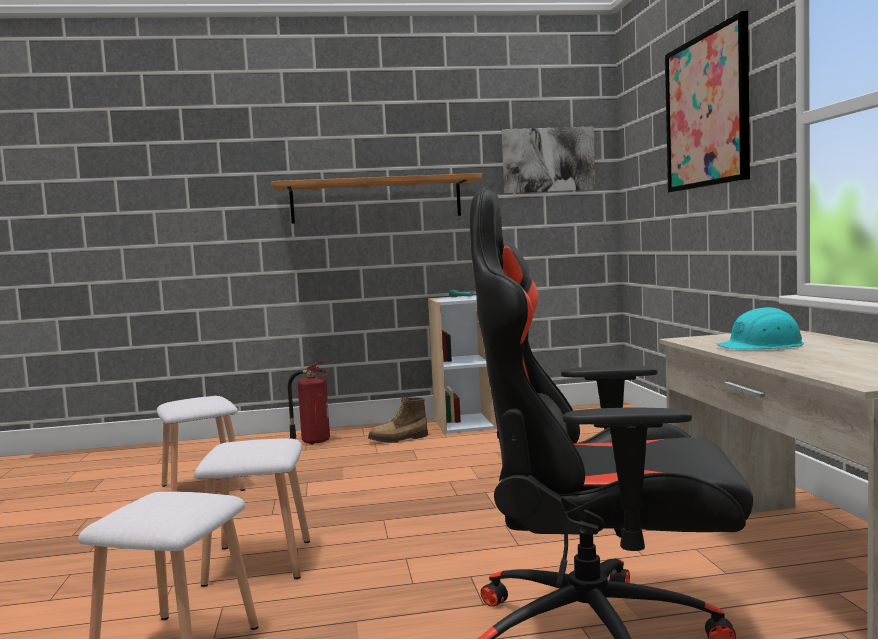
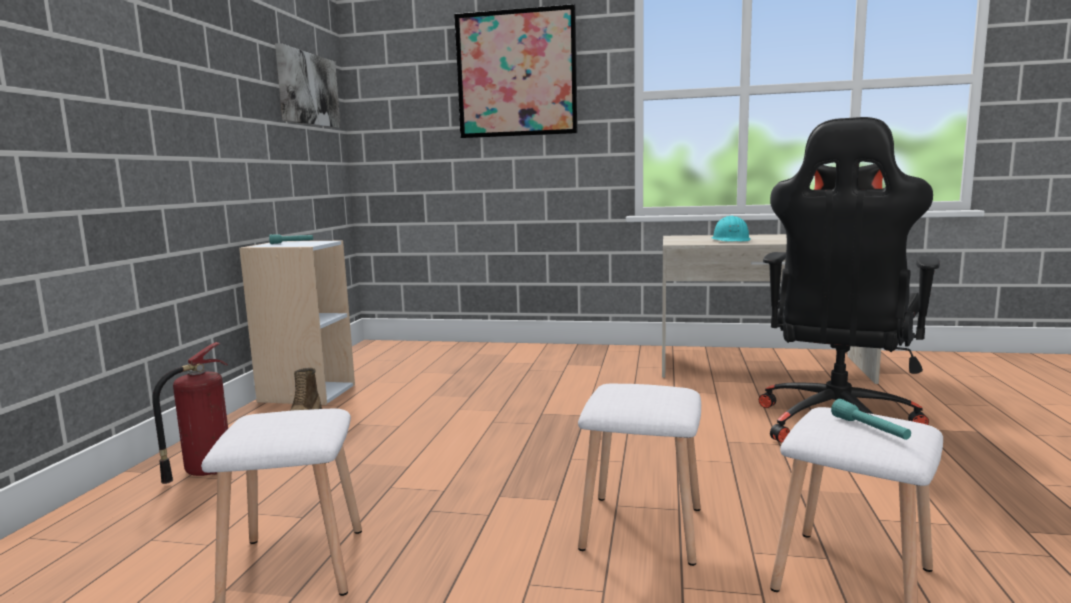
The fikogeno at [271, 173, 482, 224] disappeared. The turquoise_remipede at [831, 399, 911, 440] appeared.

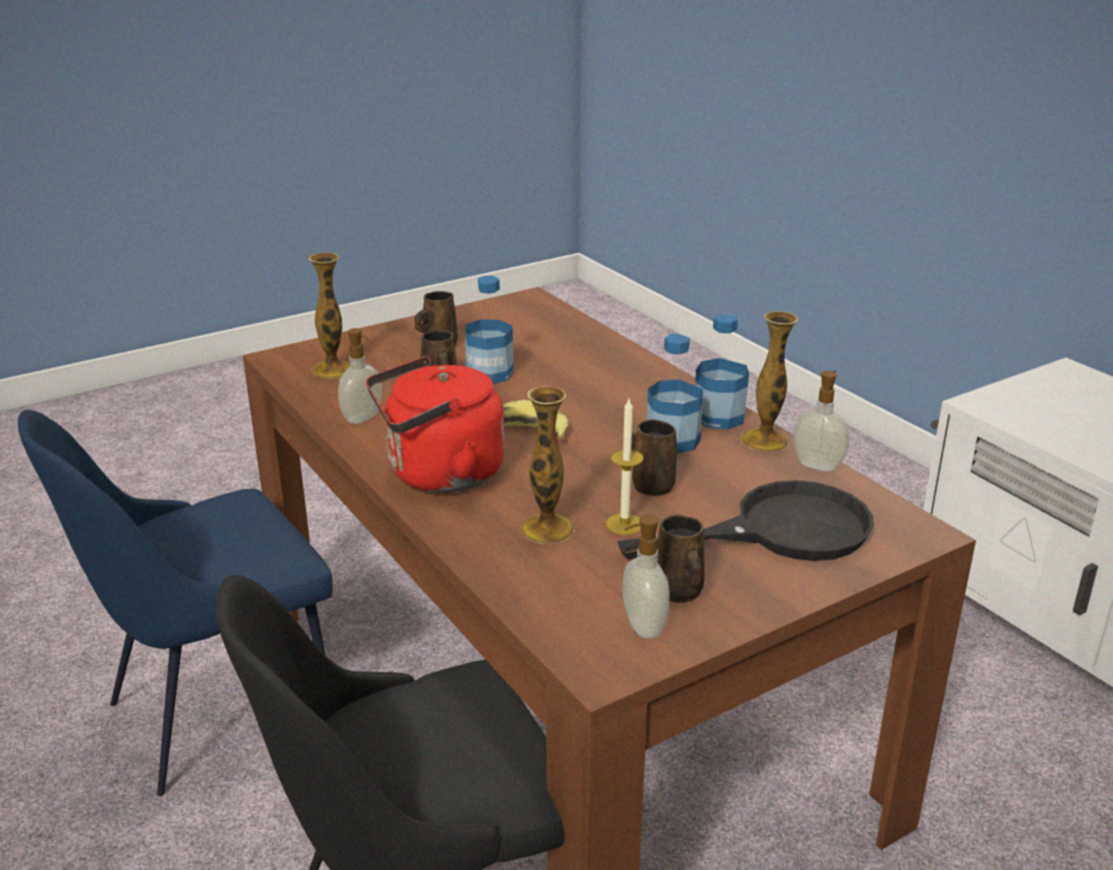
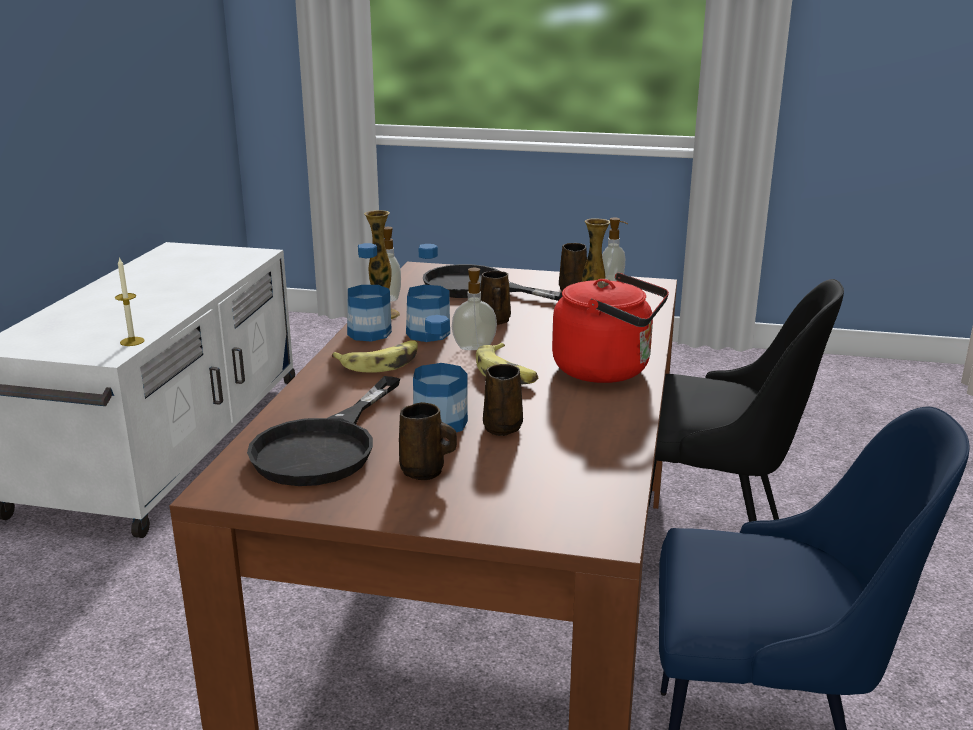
The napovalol at [309, 252, 350, 379] disappeared. The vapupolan moved from [338, 328, 382, 424] to [452, 268, 497, 350]. The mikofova moved from [606, 399, 644, 535] to [115, 257, 145, 346]. The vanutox at [332, 340, 418, 373] appeared. The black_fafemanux at [247, 376, 400, 486] appeared.

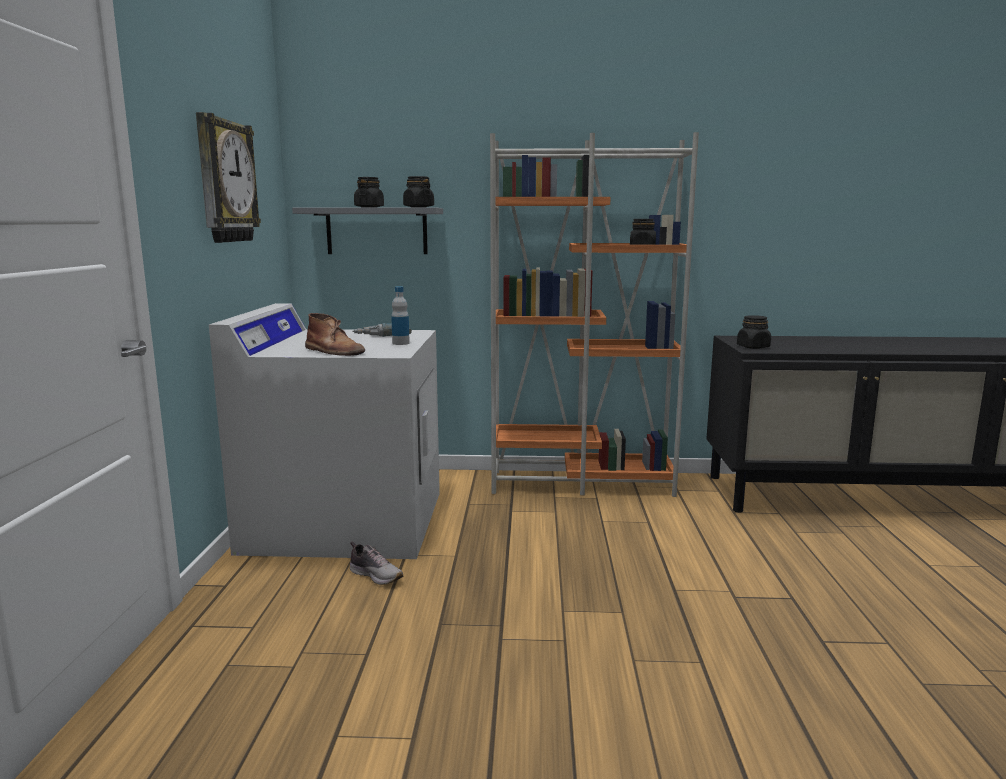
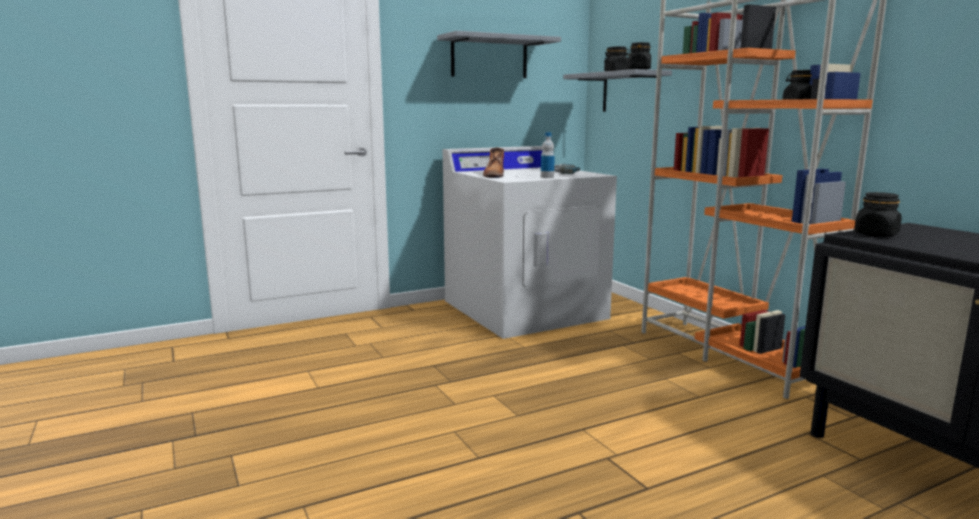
The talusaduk at [196, 112, 261, 243] was replaced by the grey_fikogeno at [437, 31, 561, 78]. The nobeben at [350, 541, 403, 585] disappeared.

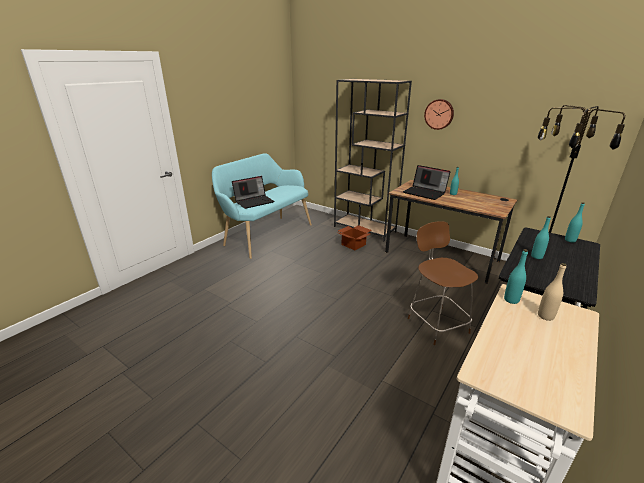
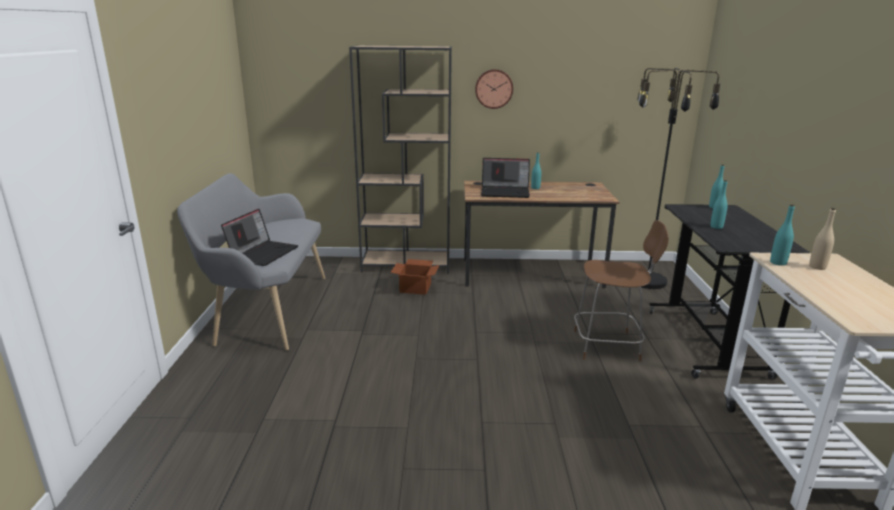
The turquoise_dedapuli at [212, 153, 312, 259] became the grey_dedapuli at [177, 173, 325, 351]. The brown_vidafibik at [408, 221, 479, 345] turned 150 degrees clockwise.

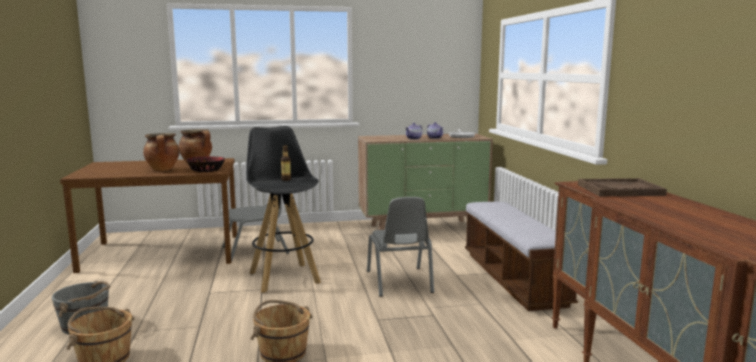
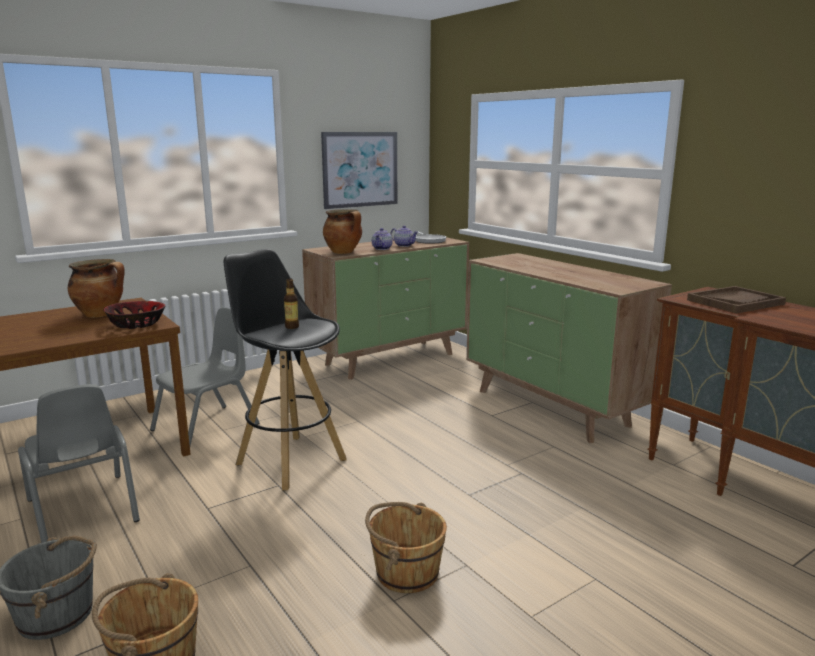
The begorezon moved from [143, 133, 179, 171] to [323, 209, 362, 254]. The grey_vidafibik moved from [367, 197, 434, 297] to [18, 384, 140, 543]. The dedapuli at [465, 202, 578, 311] was replaced by the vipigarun at [466, 253, 672, 443]. The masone at [321, 132, 397, 209] appeared.

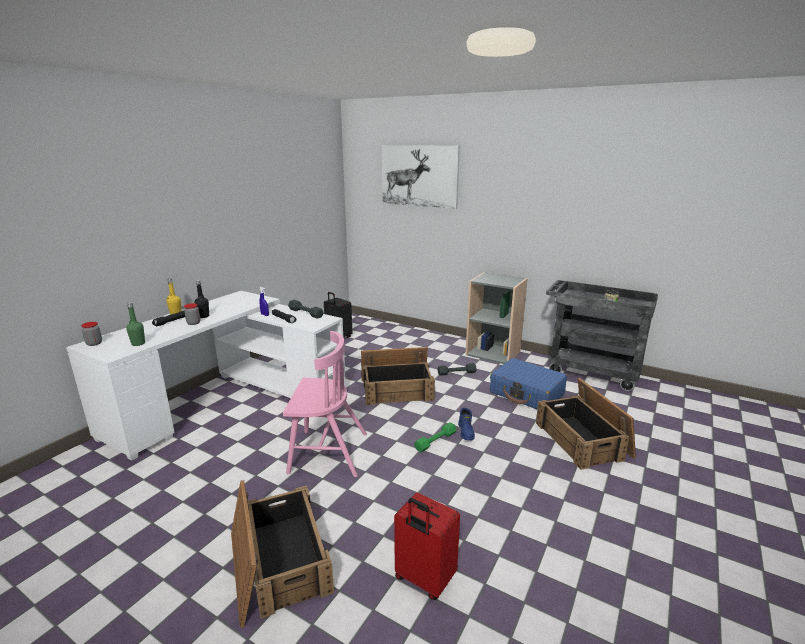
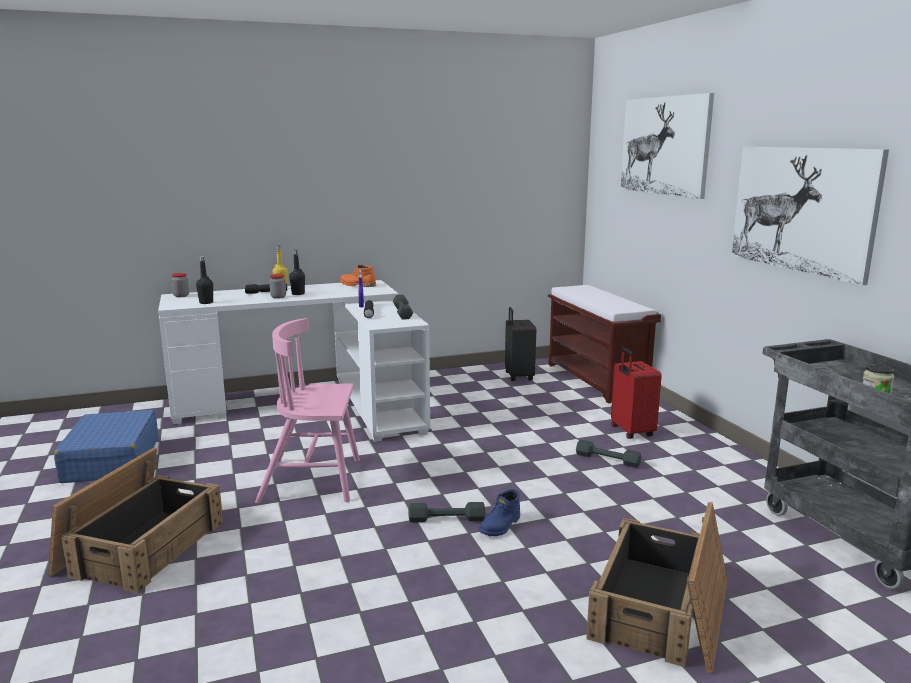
The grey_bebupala at [465, 272, 528, 364] disappeared. The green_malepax at [126, 302, 145, 346] became the black_malepax at [196, 256, 213, 304]. The pink_vidafibik at [283, 331, 367, 477] turned 135 degrees clockwise. The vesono at [361, 347, 435, 405] disappeared. The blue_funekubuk moved from [490, 358, 567, 409] to [54, 410, 158, 483]. The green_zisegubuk at [414, 422, 457, 452] became the grey_zisegubuk at [408, 502, 485, 522]. The red_funekubuk moved from [394, 493, 460, 600] to [611, 348, 662, 439]. The masone at [731, 147, 889, 285] appeared. The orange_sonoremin at [340, 265, 376, 287] appeared. The brown_dedapuli at [548, 285, 661, 403] appeared.

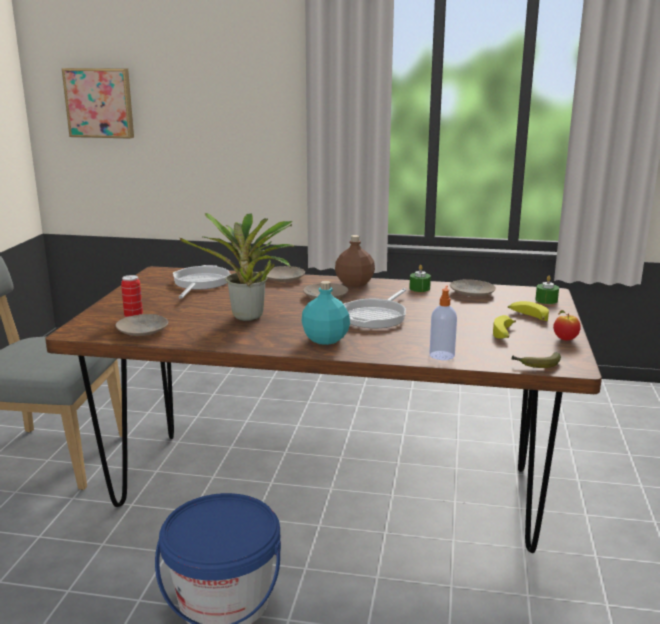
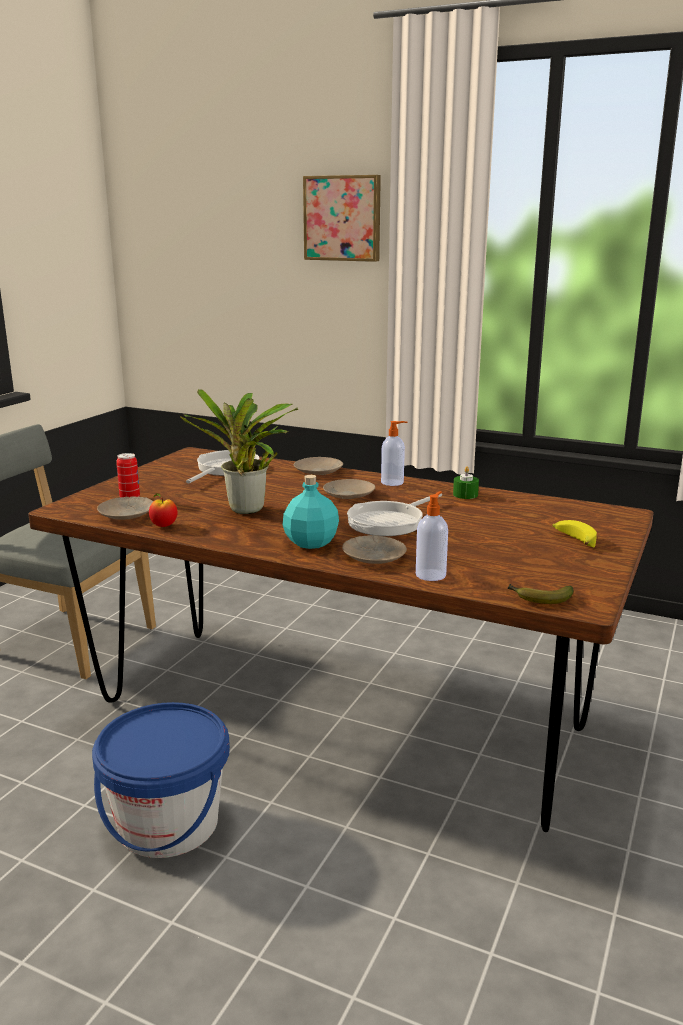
The masone moved from [62, 68, 134, 139] to [303, 175, 381, 262]. The brown_malepax at [335, 235, 375, 287] was replaced by the vapupolan at [381, 421, 407, 486]. The green_mikofova at [535, 276, 559, 304] disappeared. The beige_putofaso moved from [450, 279, 496, 297] to [342, 535, 407, 564]. The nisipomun moved from [553, 310, 581, 340] to [149, 493, 177, 527]. The vanutox at [493, 315, 516, 339] disappeared.

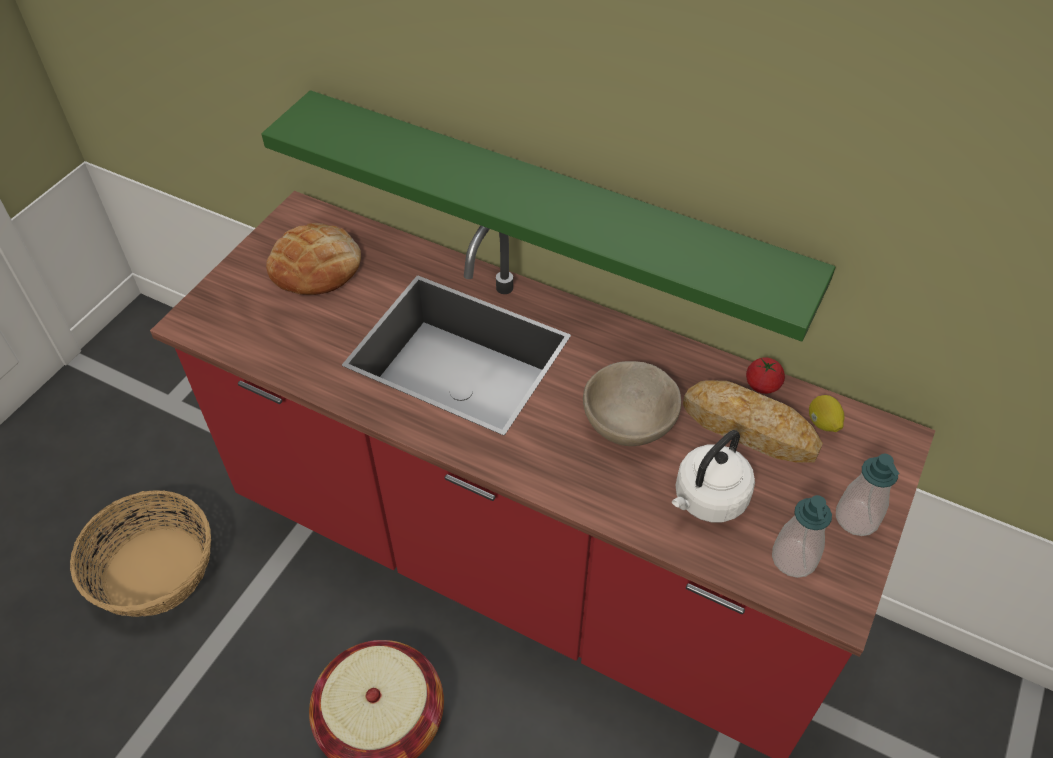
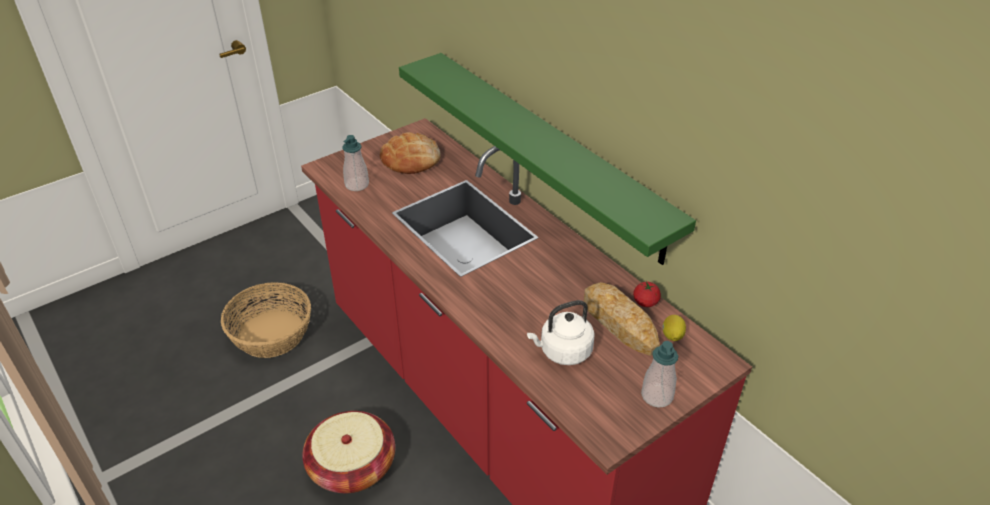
The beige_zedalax at [583, 361, 681, 446] disappeared. The vapupolan moved from [772, 495, 832, 578] to [342, 135, 369, 191].

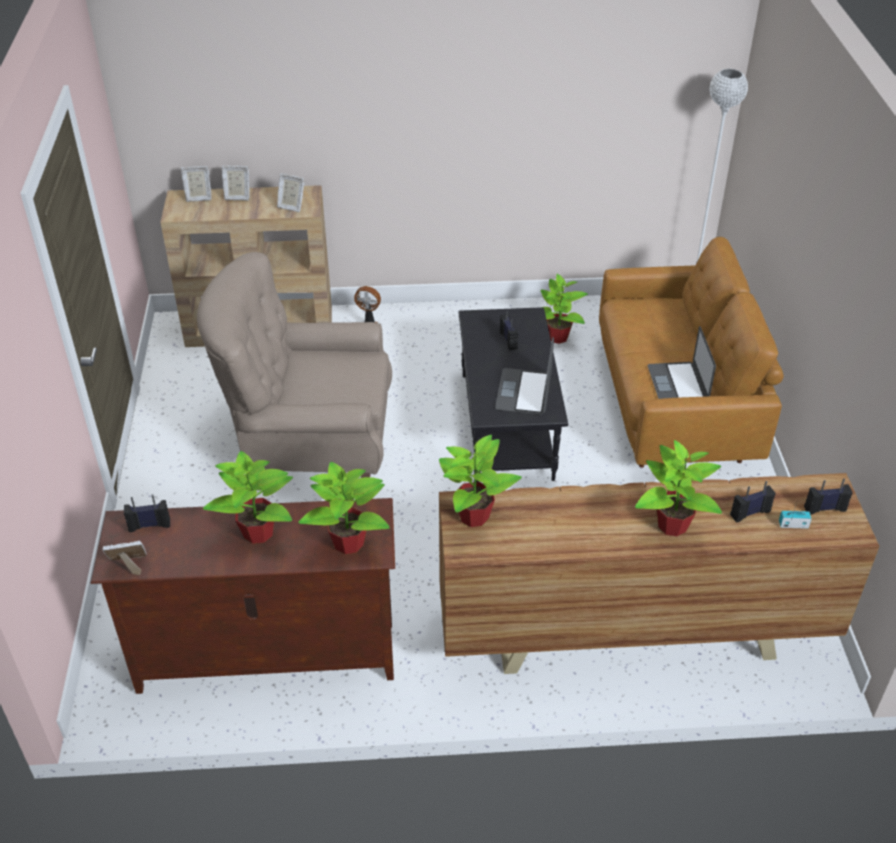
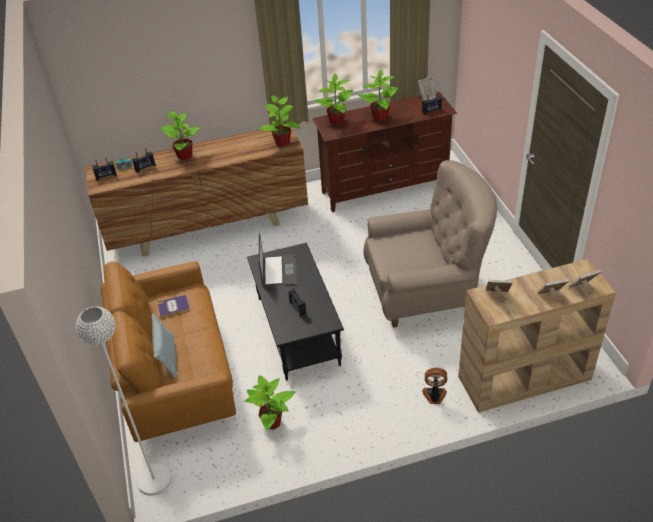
The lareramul at [648, 326, 716, 399] was replaced by the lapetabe at [158, 295, 190, 318]. The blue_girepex at [152, 314, 178, 378] appeared.

